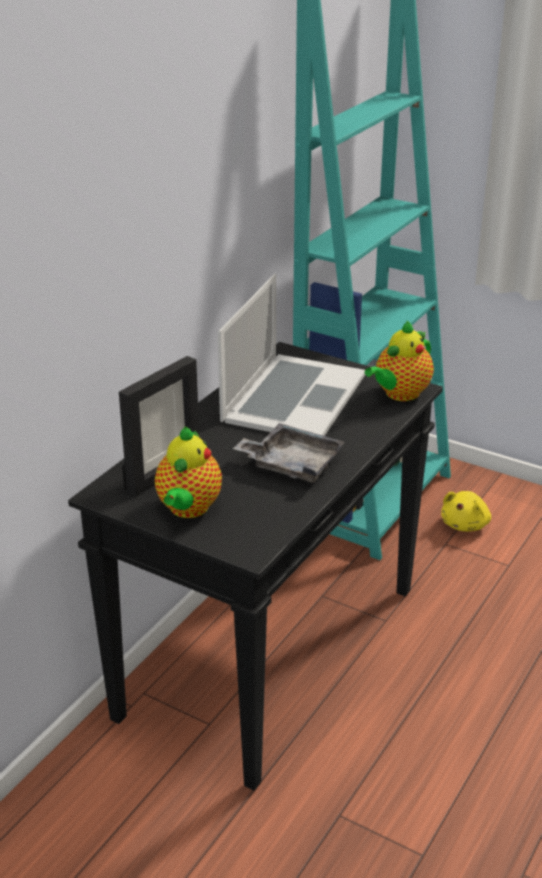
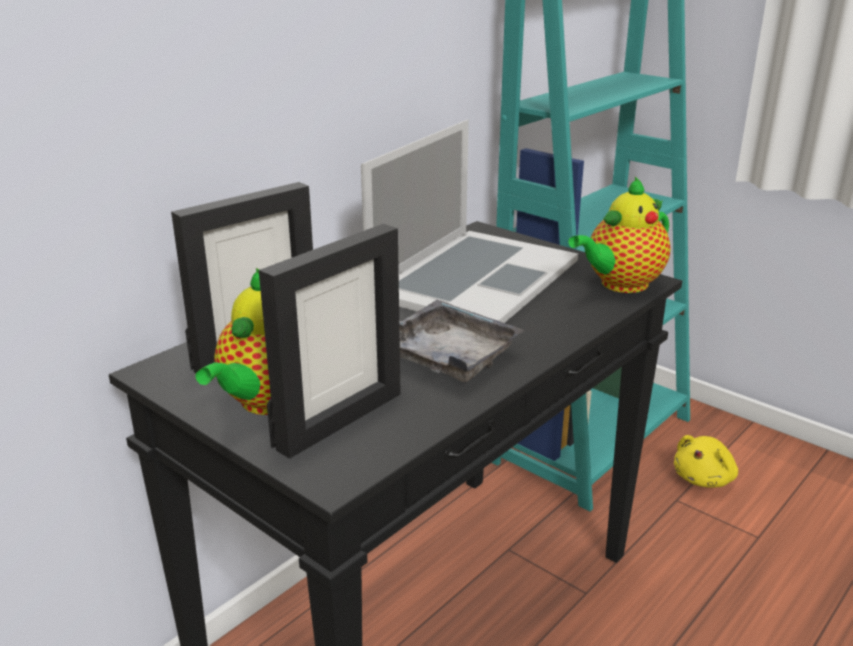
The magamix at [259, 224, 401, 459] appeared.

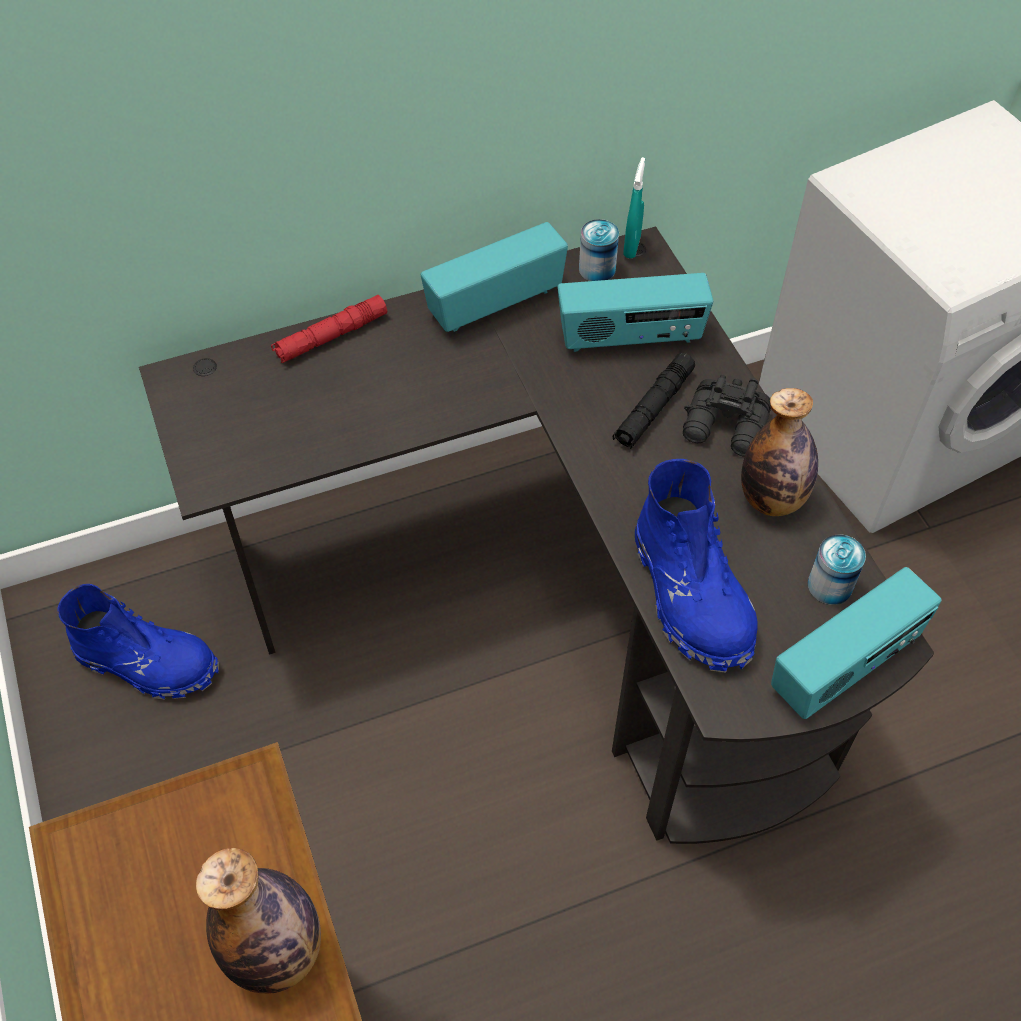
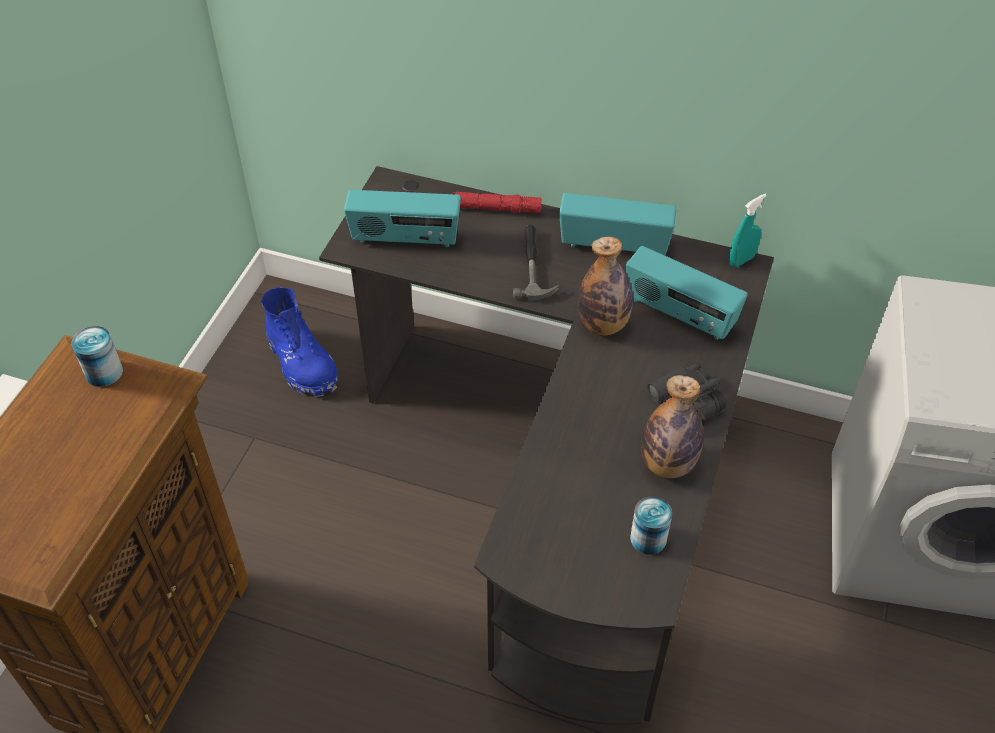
The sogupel moved from [579, 219, 619, 281] to [72, 326, 123, 387]. The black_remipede at [612, 353, 695, 449] disappeared. The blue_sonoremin at [635, 459, 758, 673] disappeared. The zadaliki moved from [771, 567, 941, 719] to [344, 190, 461, 247]. The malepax moved from [196, 848, 321, 994] to [578, 237, 633, 335]. The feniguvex at [513, 224, 559, 300] appeared.

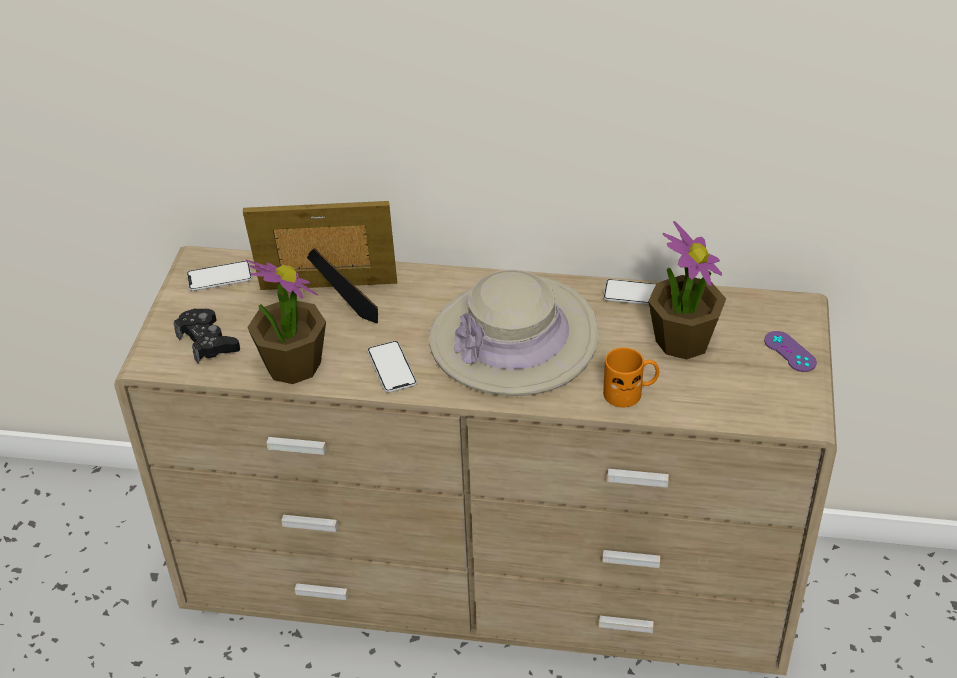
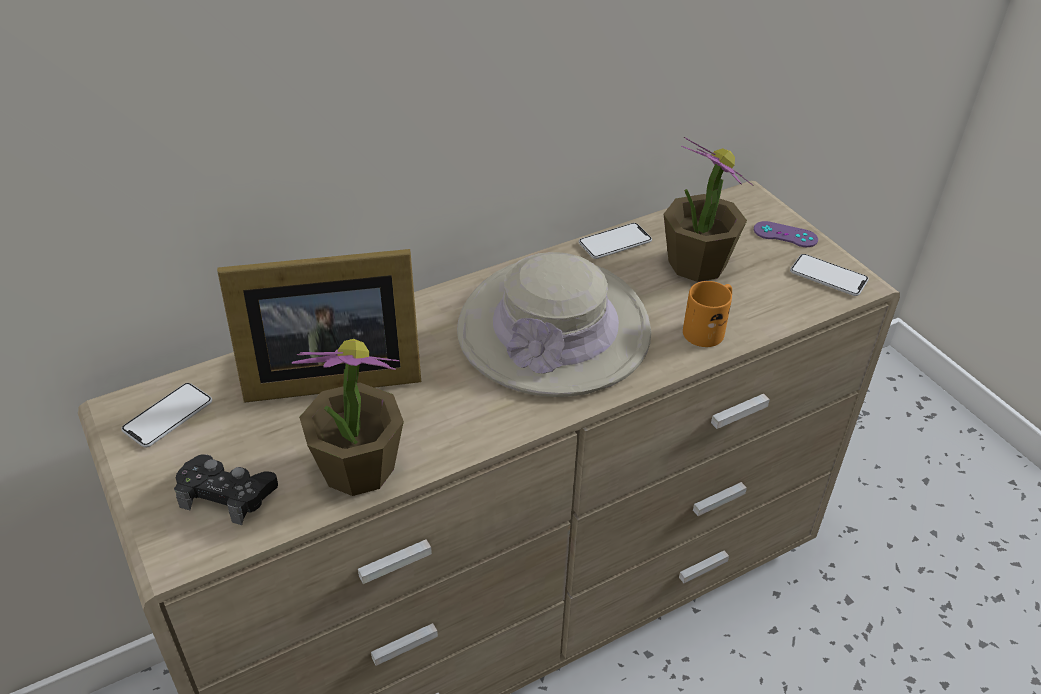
The magamix at [243, 201, 397, 323] turned 150 degrees counterclockwise. The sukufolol moved from [367, 341, 417, 393] to [790, 254, 869, 296].

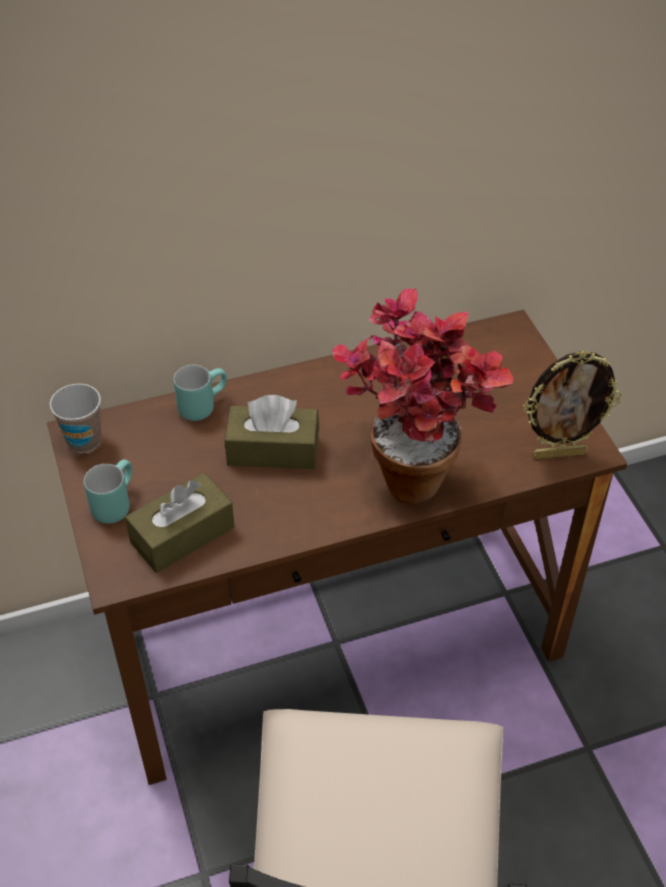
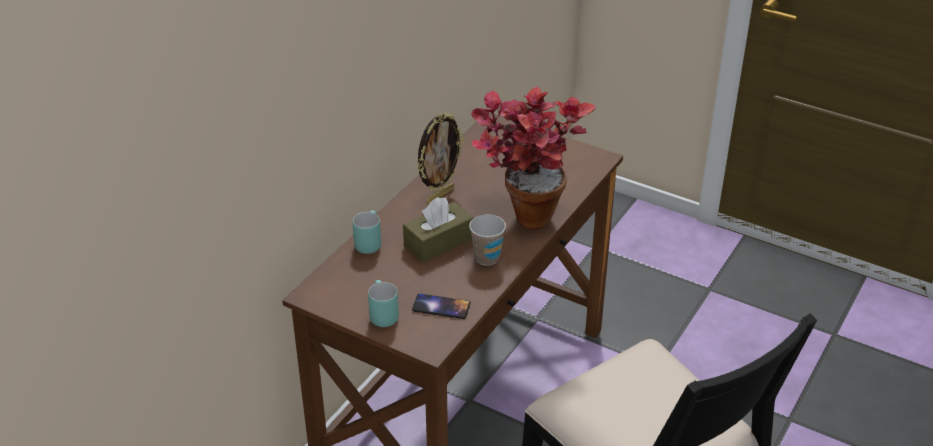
The magamix moved from [523, 351, 622, 459] to [417, 113, 464, 204]. The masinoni moved from [50, 383, 101, 453] to [469, 214, 506, 266]. The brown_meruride at [125, 473, 235, 573] was replaced by the sukufolol at [412, 294, 471, 319].

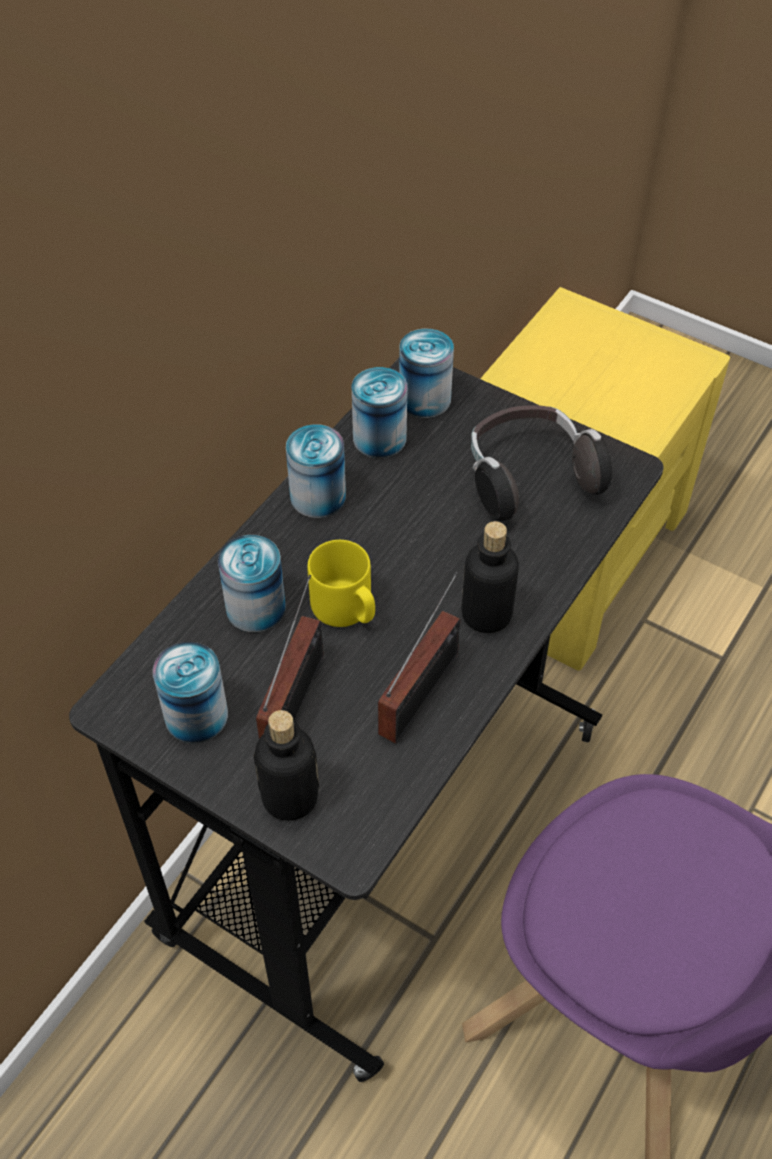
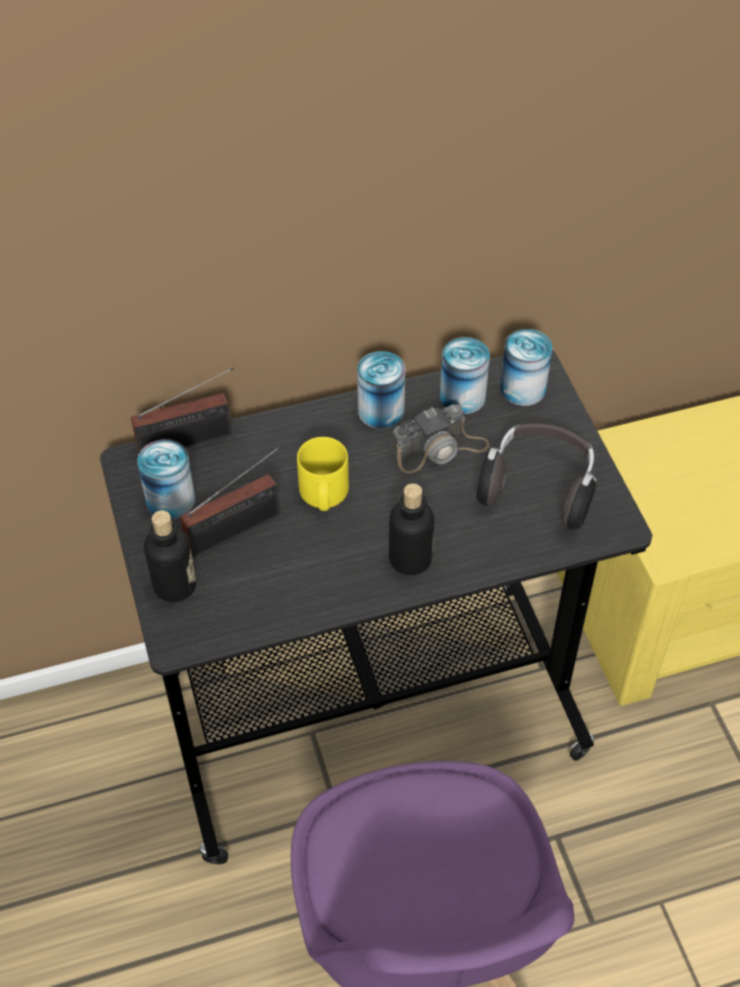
The sogupel at [218, 535, 286, 632] disappeared. The zadaliki moved from [378, 572, 460, 743] to [131, 367, 234, 453]. The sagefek at [392, 404, 490, 473] appeared.

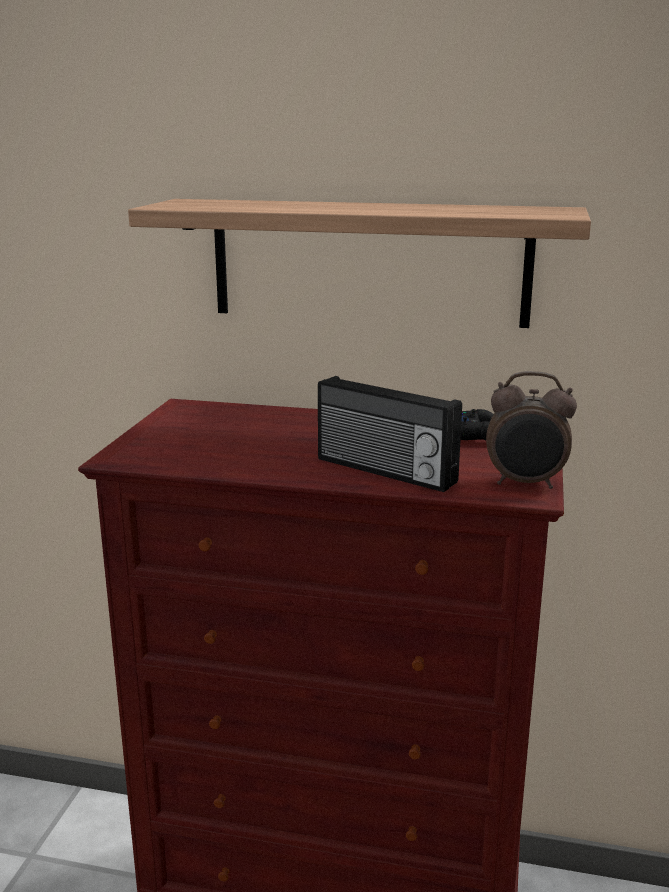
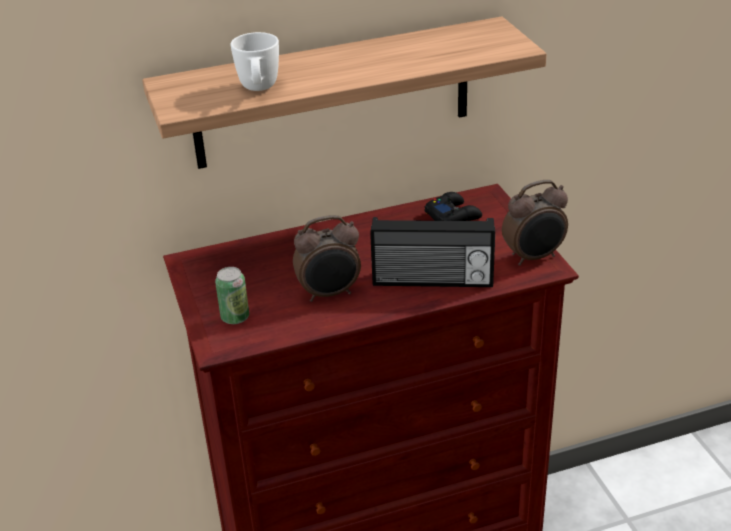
The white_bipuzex at [230, 32, 279, 91] appeared. The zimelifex at [293, 215, 361, 302] appeared. The sogupel at [215, 267, 249, 324] appeared.

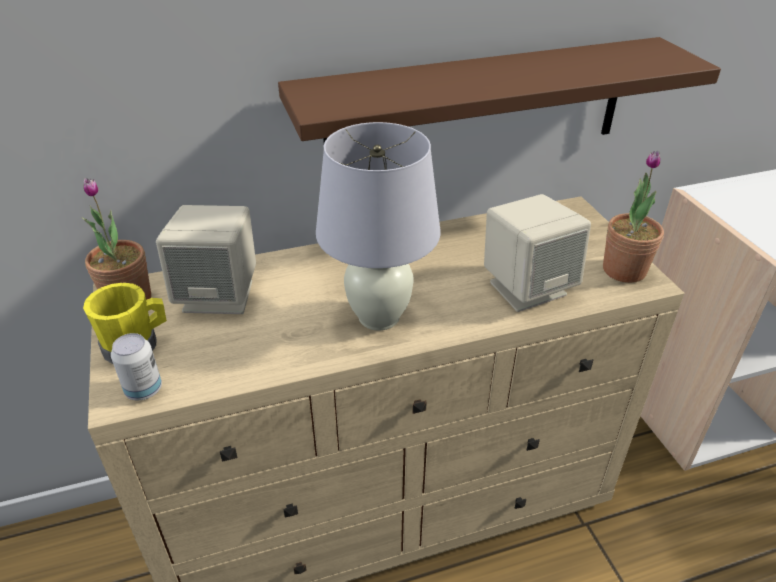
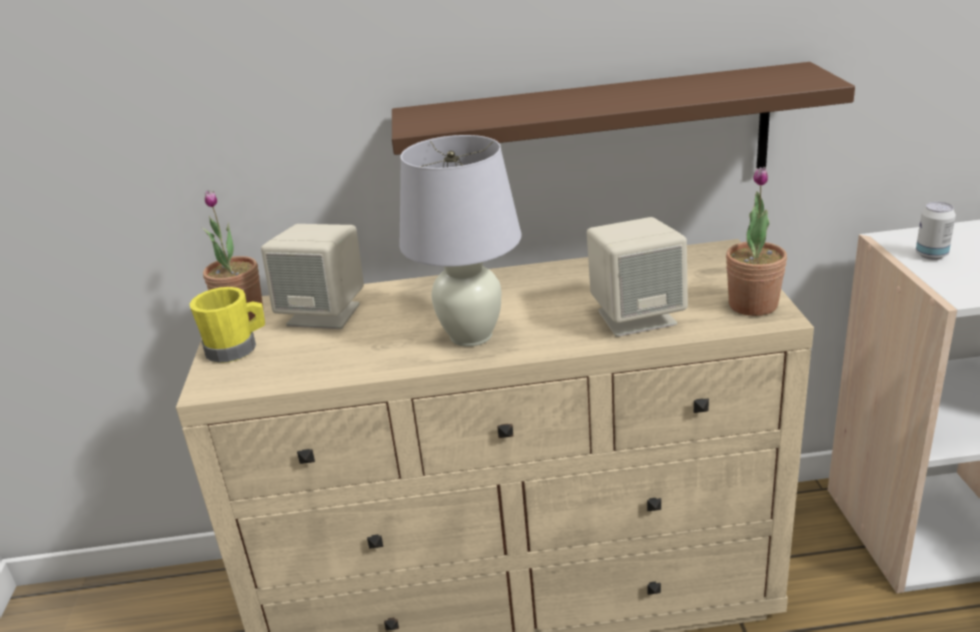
The sogupel moved from [111, 333, 162, 400] to [916, 202, 956, 260].

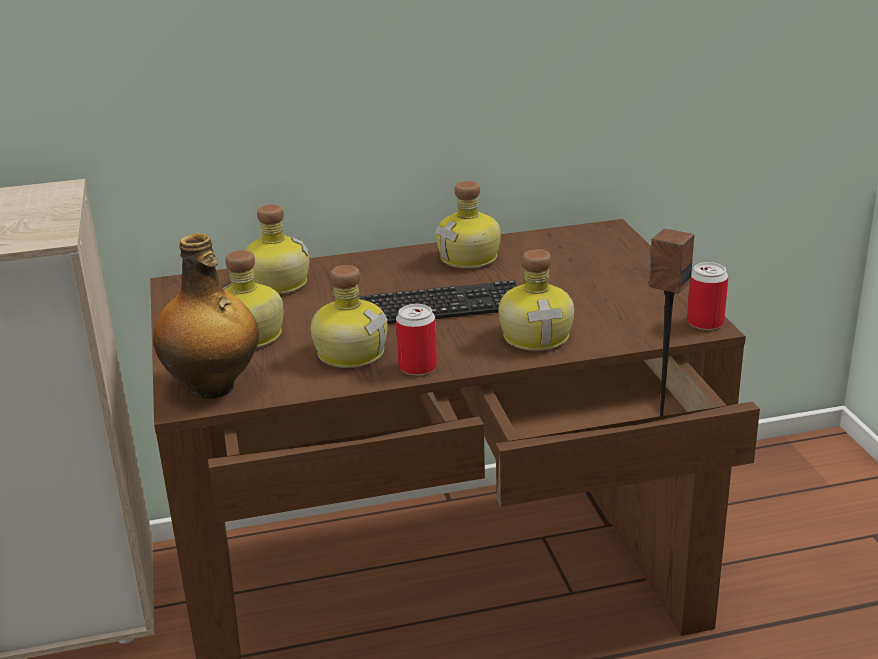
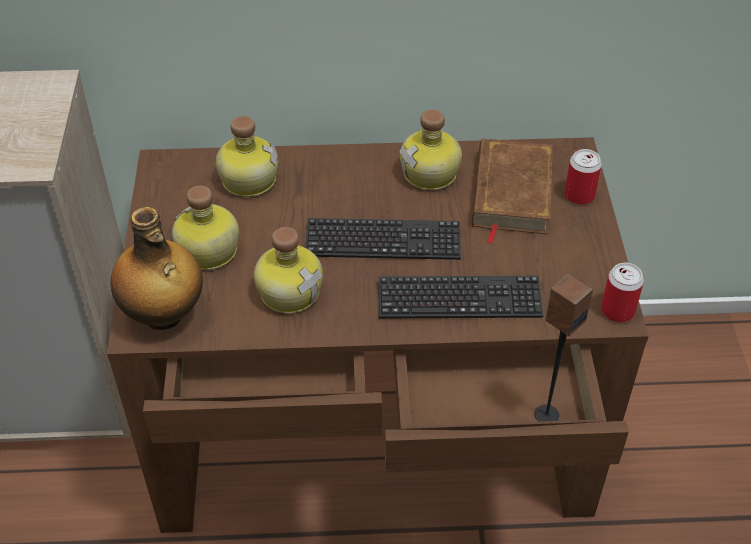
The malepax at [498, 249, 574, 351] was replaced by the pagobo at [378, 276, 543, 319]. The sogupel moved from [396, 304, 437, 375] to [564, 149, 602, 205]. The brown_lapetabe at [472, 139, 553, 244] appeared.

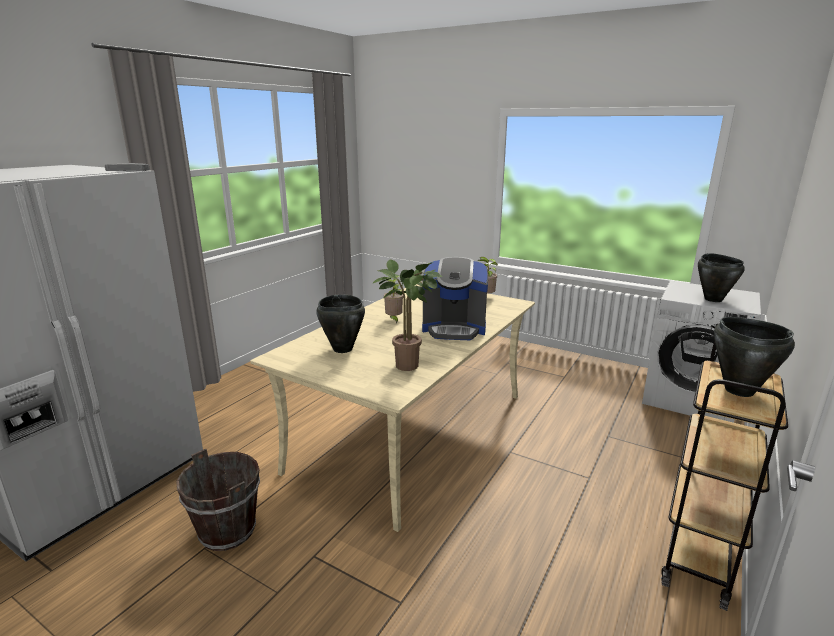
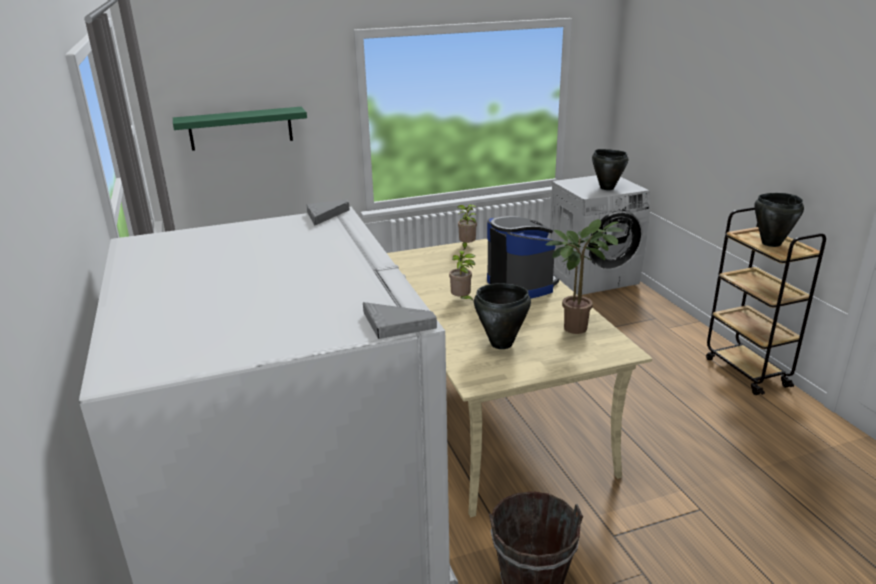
The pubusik at [422, 257, 488, 340] turned 75 degrees counterclockwise. The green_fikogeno at [173, 107, 307, 151] appeared.

